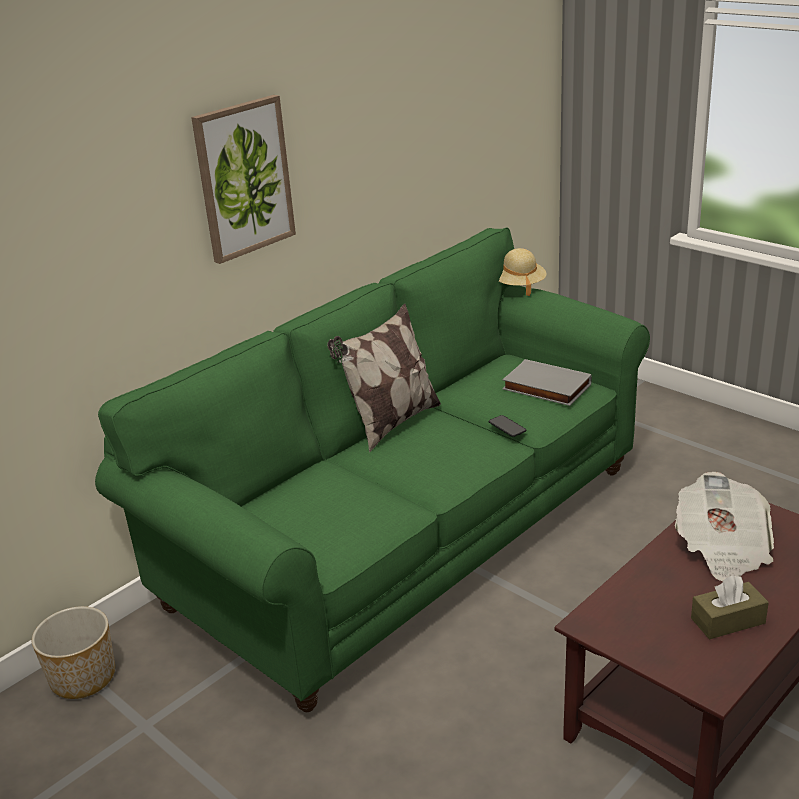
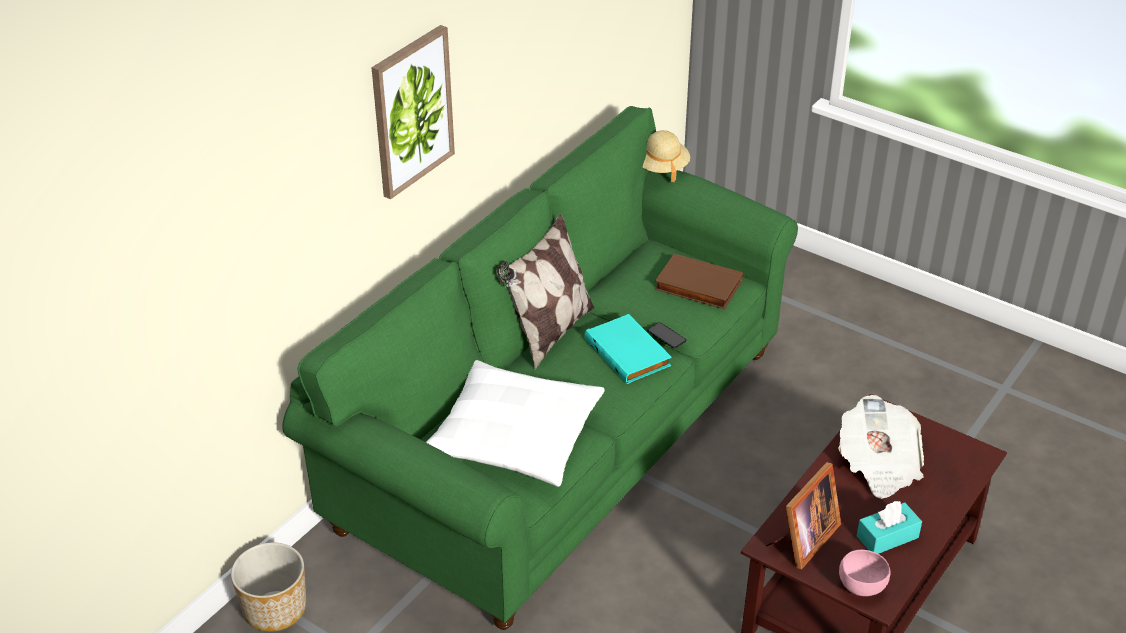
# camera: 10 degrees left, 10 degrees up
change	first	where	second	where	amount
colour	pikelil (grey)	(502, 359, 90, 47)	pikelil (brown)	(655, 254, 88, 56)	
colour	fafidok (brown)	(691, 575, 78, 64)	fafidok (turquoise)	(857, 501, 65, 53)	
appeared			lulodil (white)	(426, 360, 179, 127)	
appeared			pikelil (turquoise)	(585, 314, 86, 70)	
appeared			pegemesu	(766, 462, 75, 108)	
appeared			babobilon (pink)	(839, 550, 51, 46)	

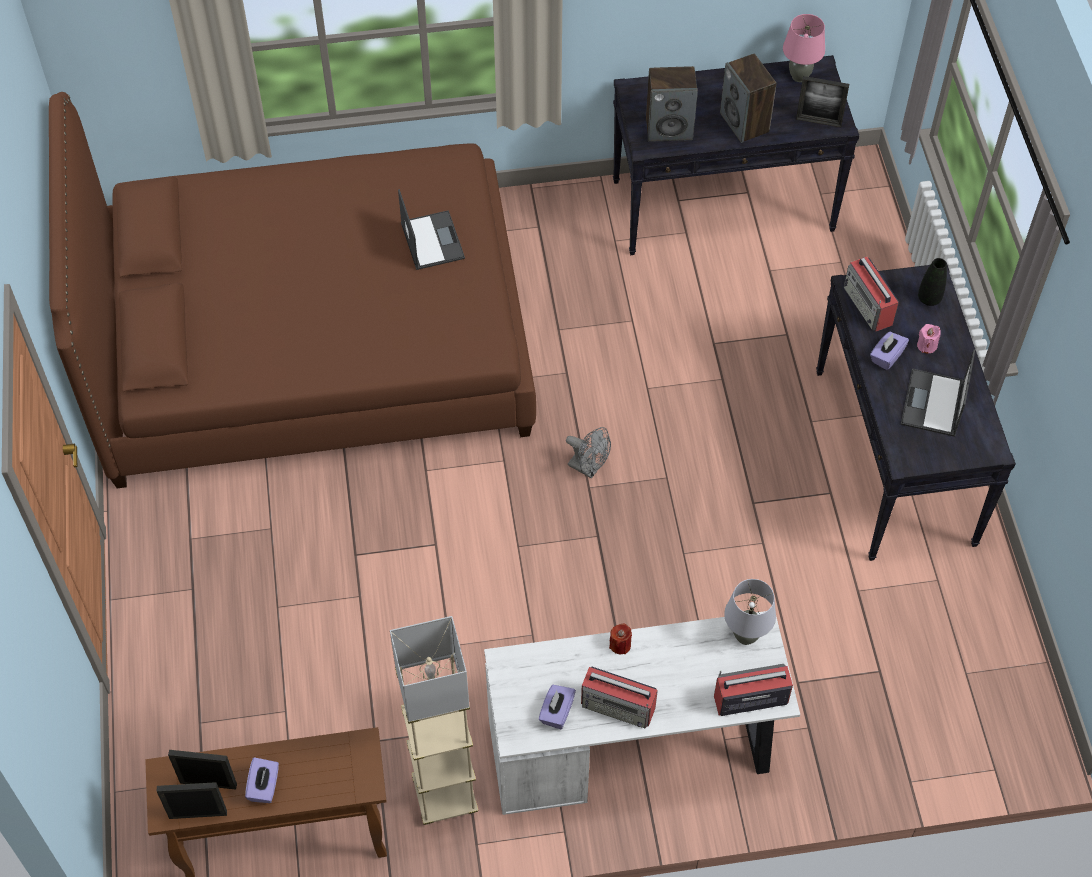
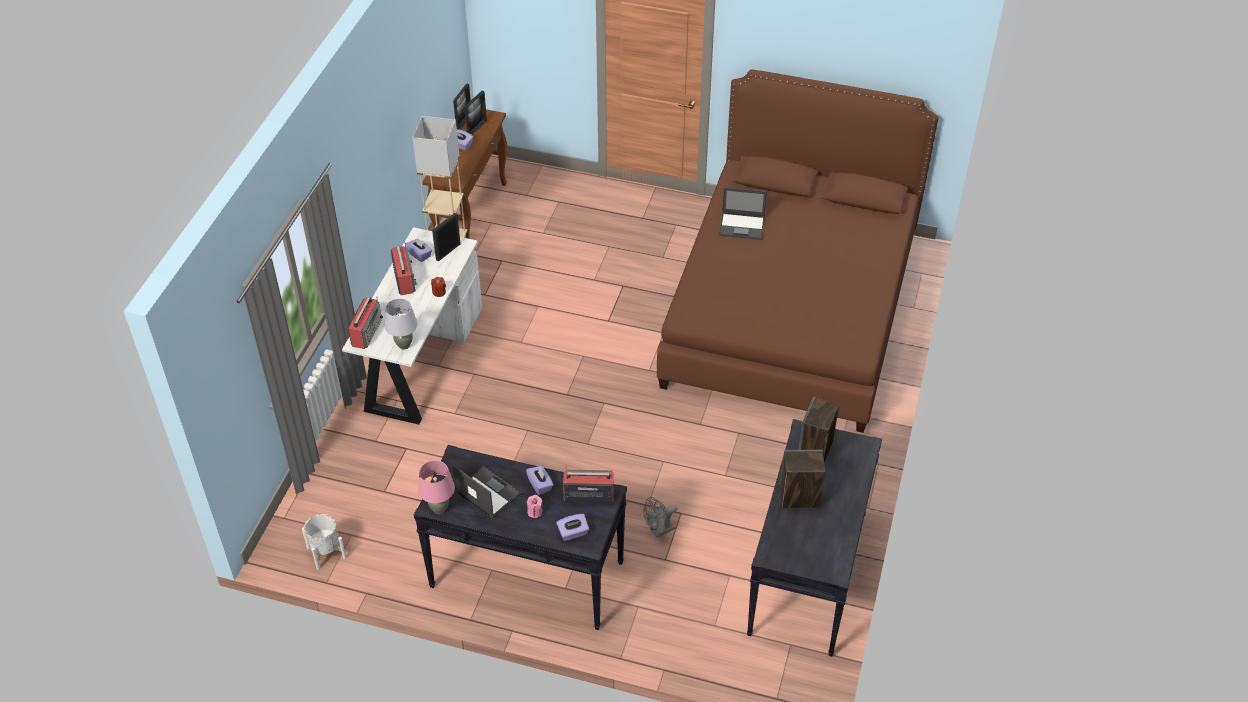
# camera: 115 degrees right, 10 degrees down
change	first	where	second	where	amount
relocated	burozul	(398, 189, 67, 81)		(719, 187, 48, 53)	
relocated	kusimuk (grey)	(566, 427, 45, 52)		(643, 497, 35, 41)	
spun	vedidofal	(581, 667, 77, 61)		(391, 242, 26, 53)	120 degrees clockwise
relocated	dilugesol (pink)	(783, 14, 42, 68)		(418, 460, 37, 54)	
relocated	pegemesu	(796, 76, 53, 51)		(432, 213, 29, 49)	
exchanged	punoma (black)	(918, 258, 29, 48)	fafidok (purple)	(556, 514, 33, 27)	
appeared			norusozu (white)	(302, 514, 44, 56)	

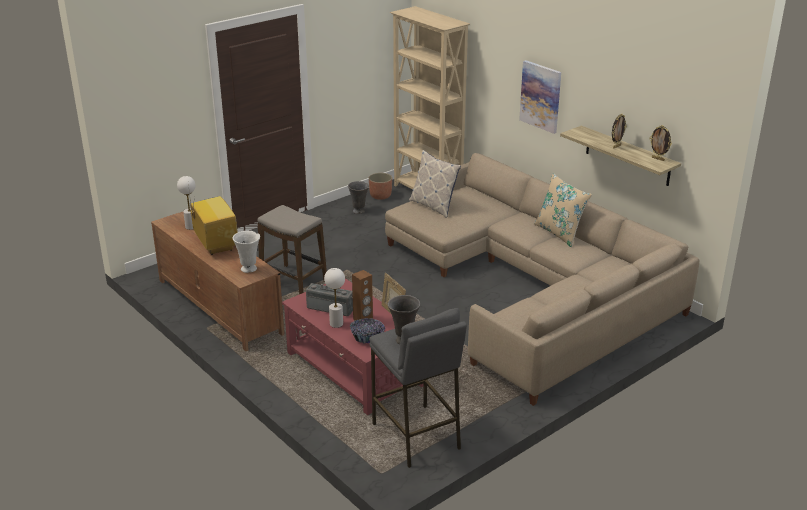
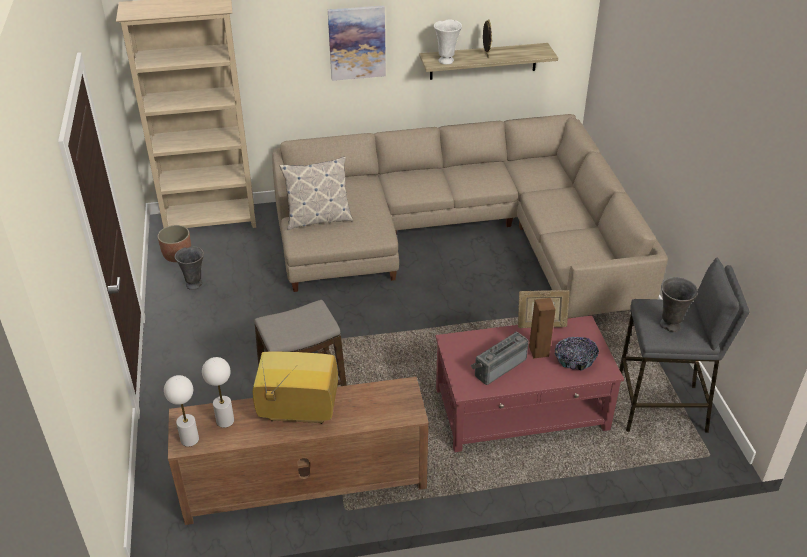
# camera: 60 degrees left, 10 degrees up
change	first	where	second	where	amount
relocated	punoma (white)	(232, 231, 28, 42)		(434, 19, 28, 45)	
relocated	dilugesol (white)	(324, 268, 21, 60)		(164, 375, 35, 72)	
missing	lulodil (beige)	(534, 173, 58, 74)			
missing	pegemesu	(650, 125, 22, 36)			

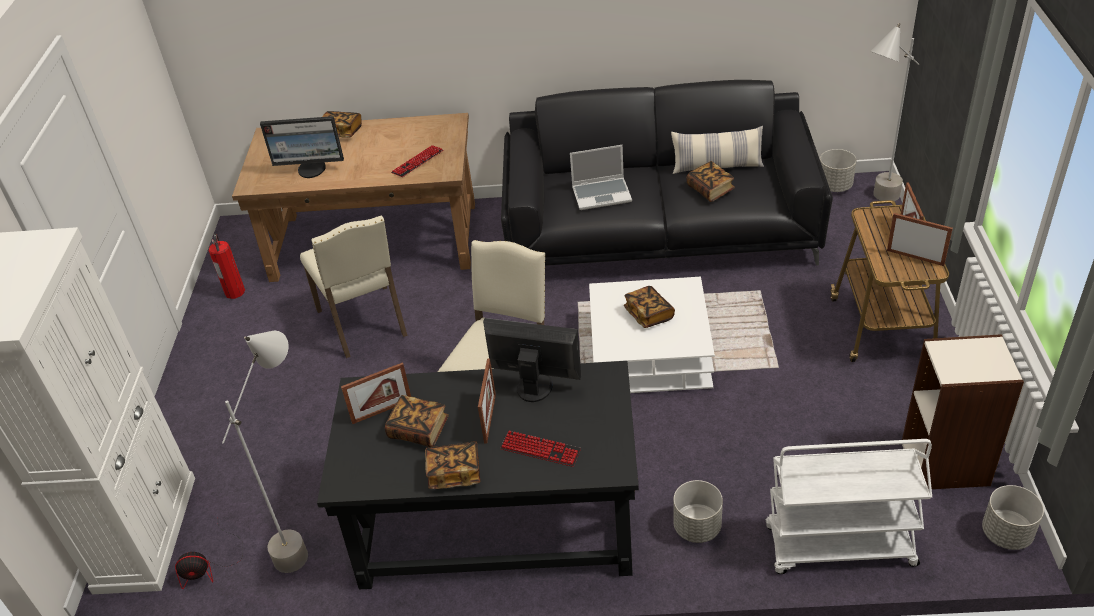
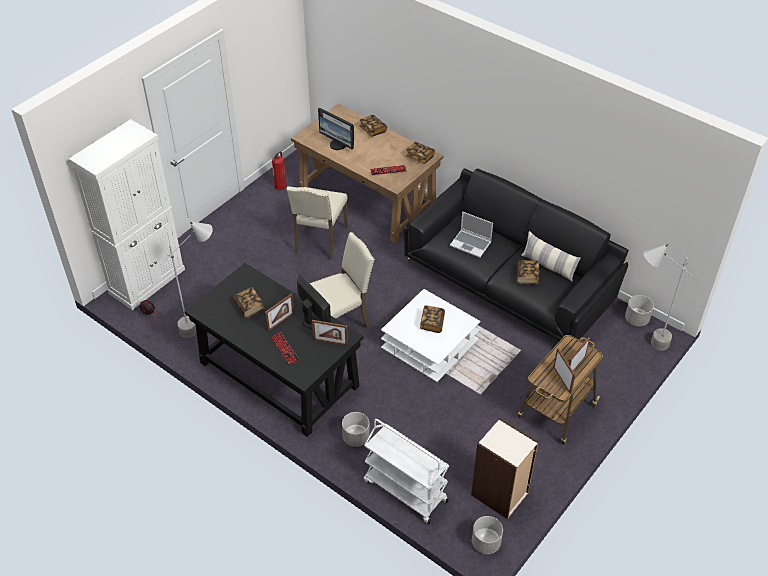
# camera: 35 degrees right, 5 degrees up
change	first	where	second	where	amount
relocated	pegemesu	(341, 362, 70, 62)		(312, 320, 36, 26)	
relocated	pikelil	(425, 441, 55, 48)		(406, 142, 29, 22)	

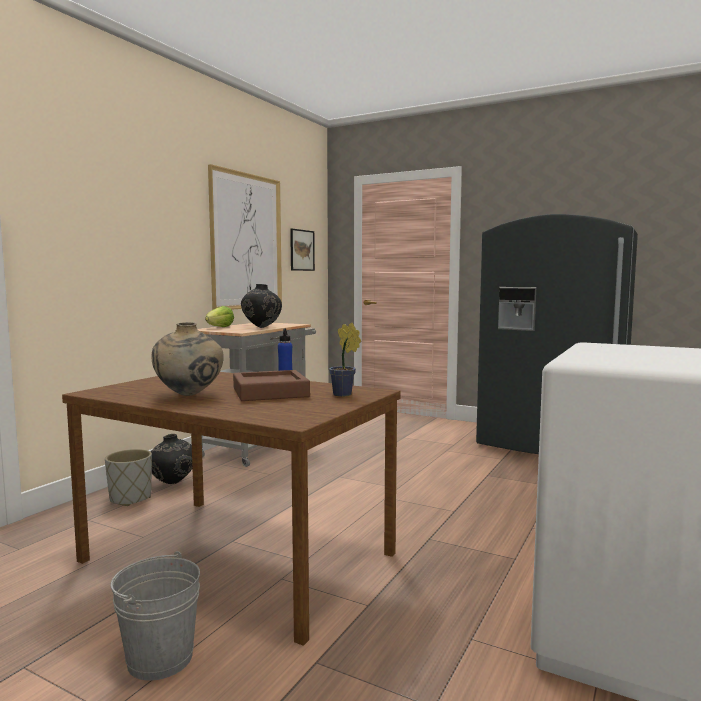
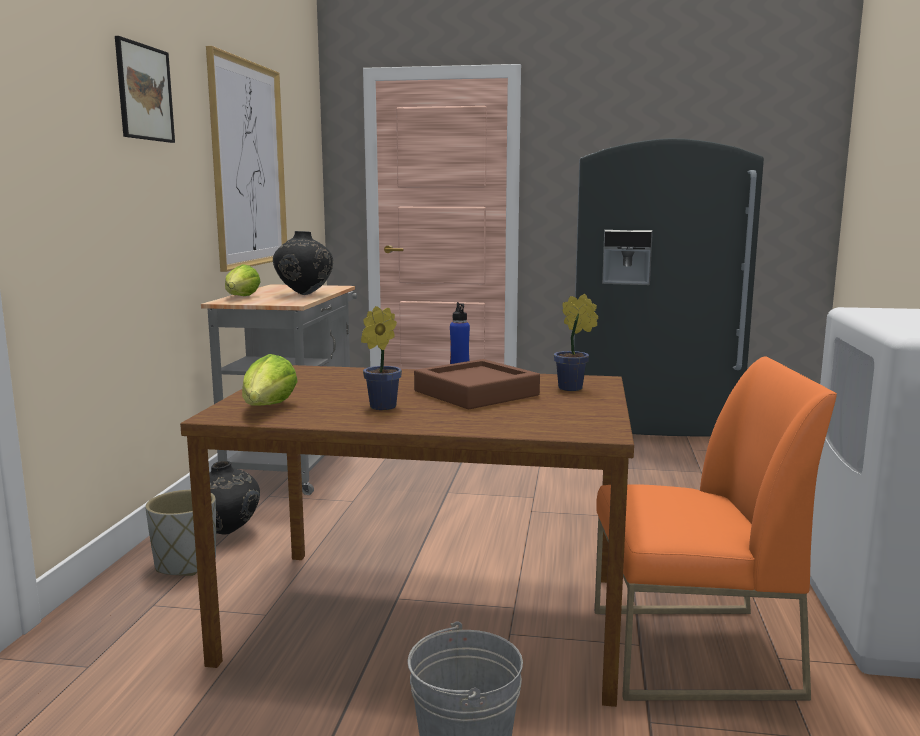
# camera: 20 degrees left, 5 degrees up
change	first	where	second	where	amount
exchanged	punoma (beige)	(151, 322, 72, 74)	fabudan	(361, 306, 41, 104)	
relocated	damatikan	(290, 229, 25, 42)		(115, 36, 60, 107)	
appeared			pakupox	(242, 354, 55, 52)	
appeared			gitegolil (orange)	(595, 357, 242, 344)	

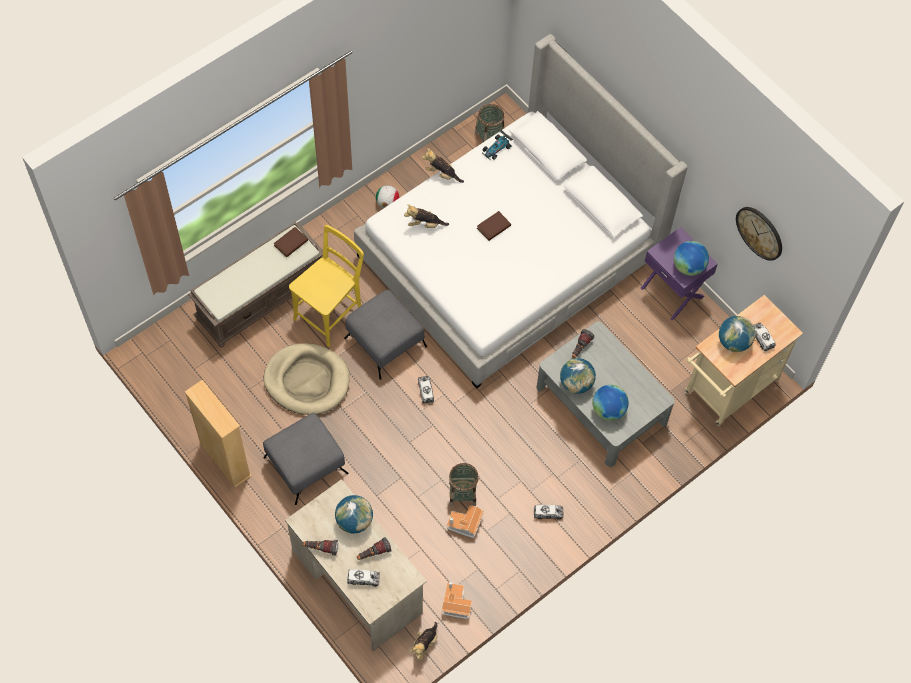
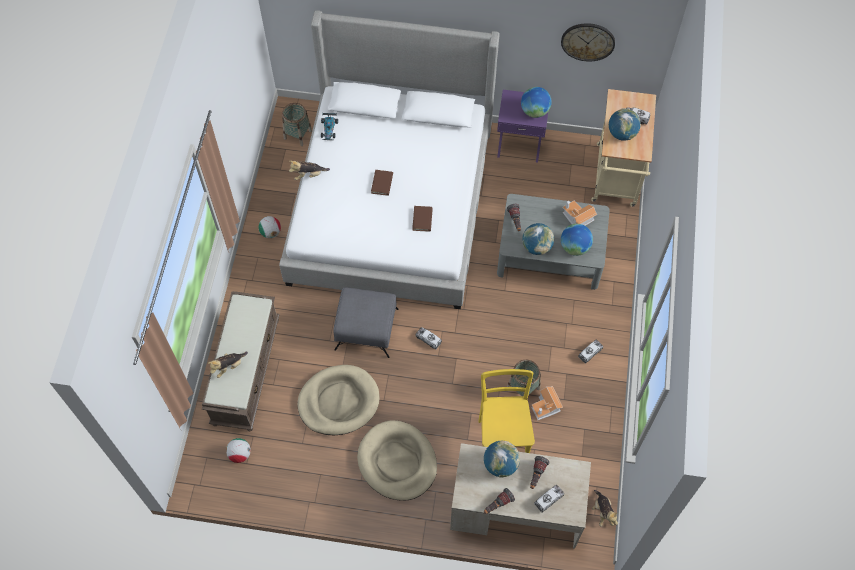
# camera: 40 degrees left, 0 degrees up
change	first	where	second	where	amount
missing	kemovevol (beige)	(185, 380, 67, 108)			
exchanged	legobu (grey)	(263, 413, 85, 92)	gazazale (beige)	(357, 420, 80, 81)	
relocated	pikelil (brown)	(274, 227, 34, 30)		(412, 206, 21, 26)	
relocated	gitegolil (yellow)	(289, 225, 75, 122)		(478, 369, 57, 84)	
relocated	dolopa	(404, 204, 45, 24)		(208, 351, 40, 27)	
relocated	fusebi	(442, 581, 30, 38)		(562, 201, 35, 25)	
appeared			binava	(226, 438, 25, 25)	

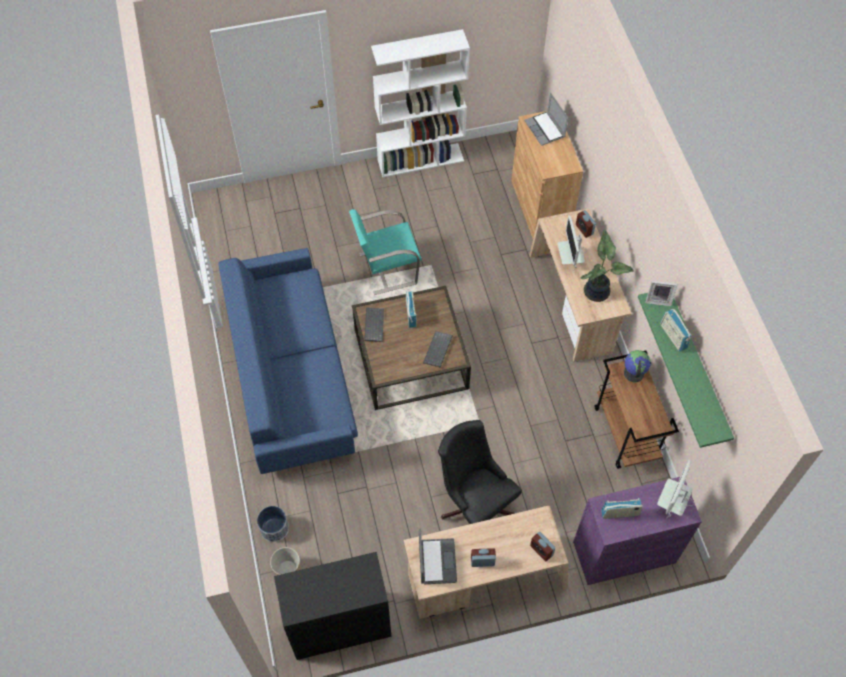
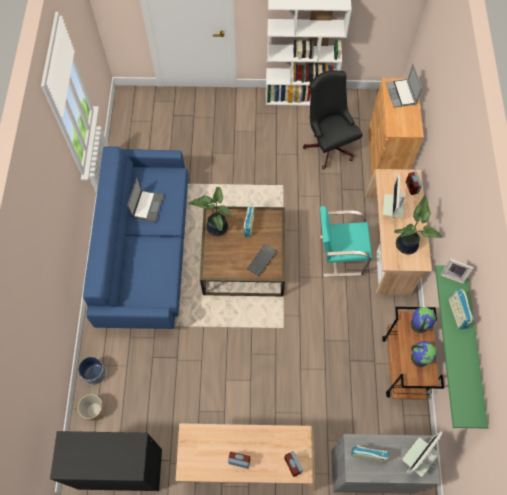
# camera: 15 degrees right, 5 degrees up
change	first	where	second	where	amount
relocated	gitegolil (turquoise)	(349, 209, 72, 86)		(320, 206, 52, 71)	
exchanged	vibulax	(364, 307, 20, 35)	fabudan	(188, 187, 45, 49)	
relocated	burozul	(419, 529, 38, 55)		(127, 178, 37, 44)	
relocated	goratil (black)	(438, 420, 84, 104)		(303, 70, 60, 99)	
colour	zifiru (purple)	(573, 477, 129, 108)	zifiru (grey)	(331, 434, 109, 60)	
appeared			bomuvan	(411, 341, 26, 26)	

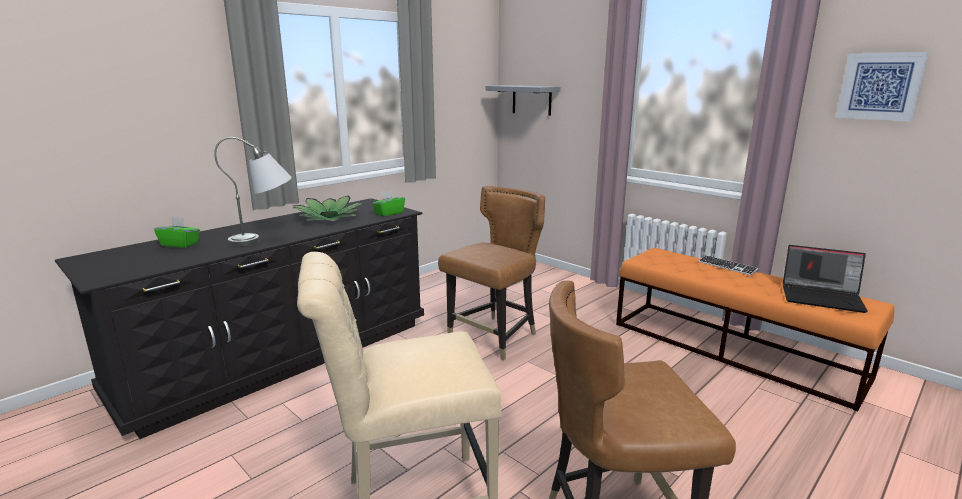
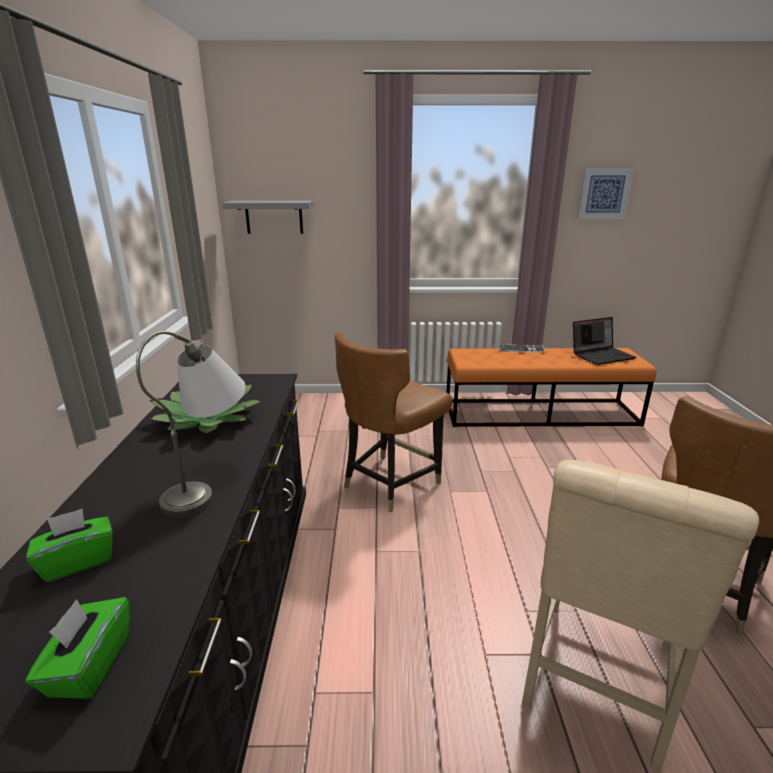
# camera: 45 degrees left, 5 degrees up
change	first	where	second	where	amount
relocated	fafidok (green)	(372, 190, 33, 27)		(25, 597, 105, 102)	
spun	gitegolil (brown)	(438, 186, 107, 174)		(335, 332, 117, 180)	135 degrees counterclockwise

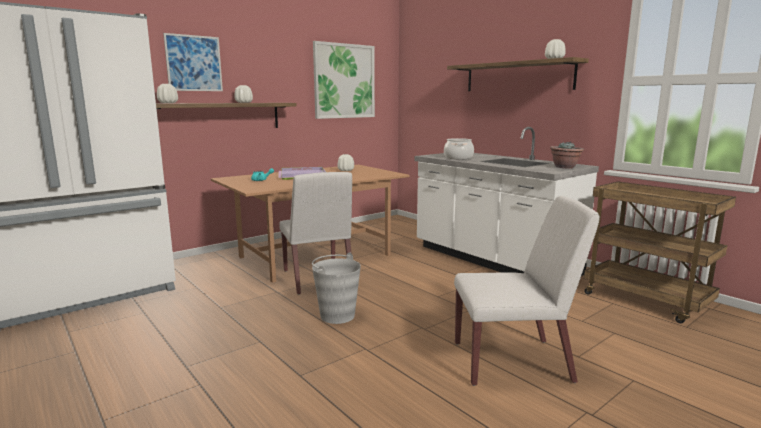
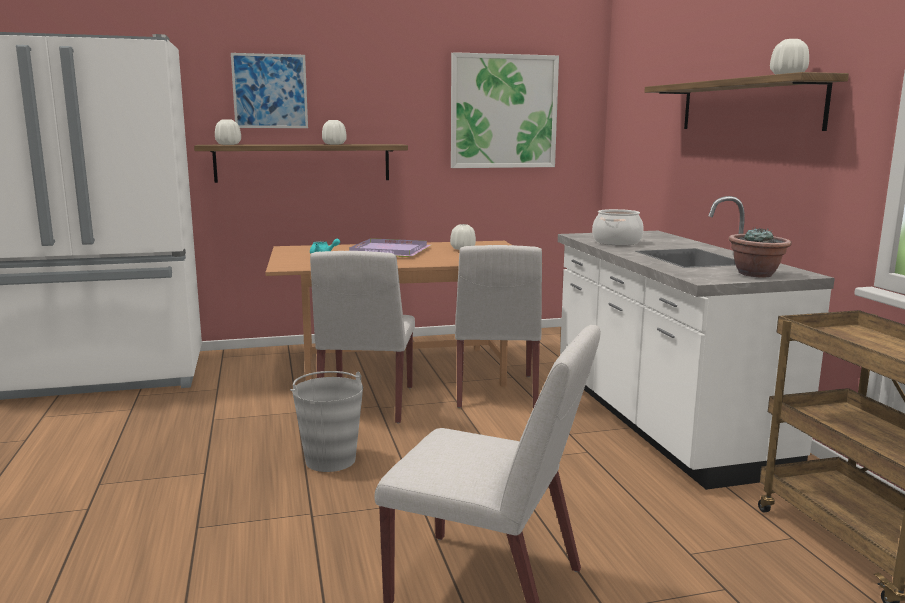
# camera: 25 degrees right, 0 degrees up
change	first	where	second	where	amount
appeared			gitegolil (white)	(455, 245, 87, 163)	

